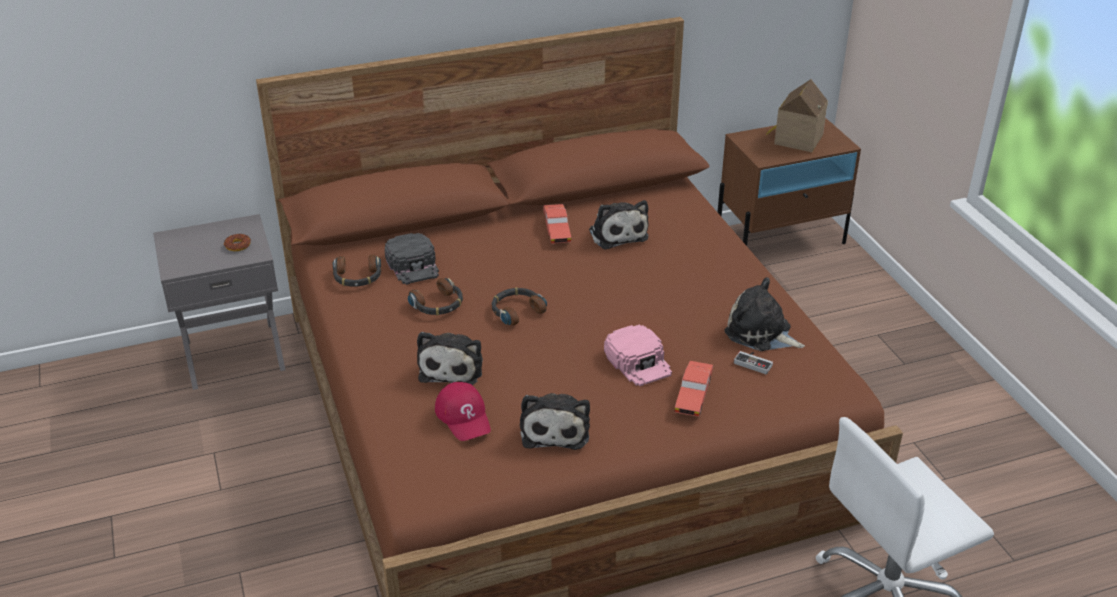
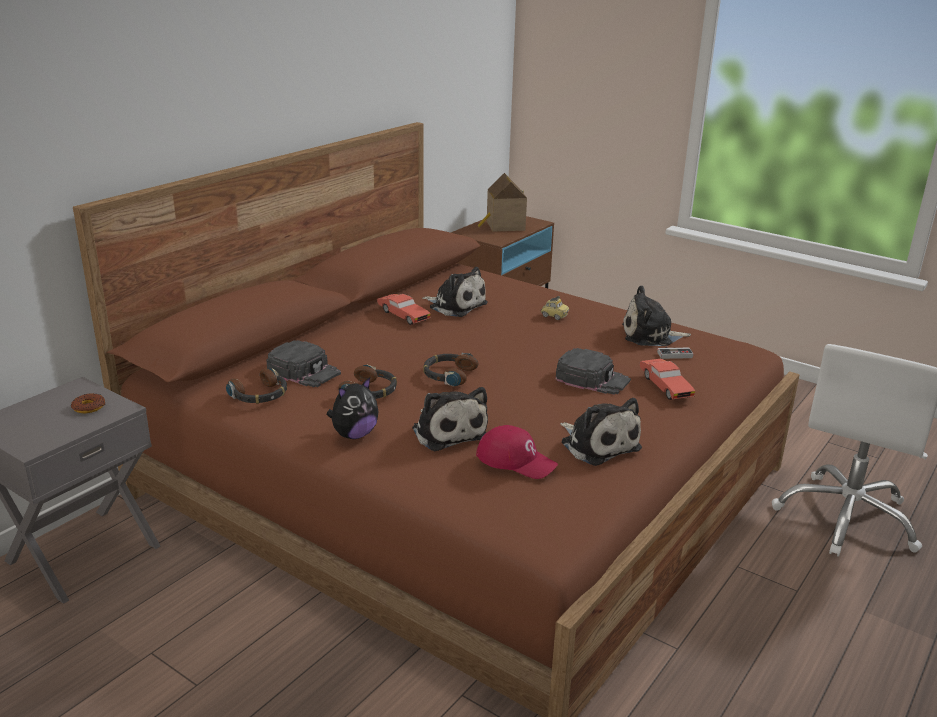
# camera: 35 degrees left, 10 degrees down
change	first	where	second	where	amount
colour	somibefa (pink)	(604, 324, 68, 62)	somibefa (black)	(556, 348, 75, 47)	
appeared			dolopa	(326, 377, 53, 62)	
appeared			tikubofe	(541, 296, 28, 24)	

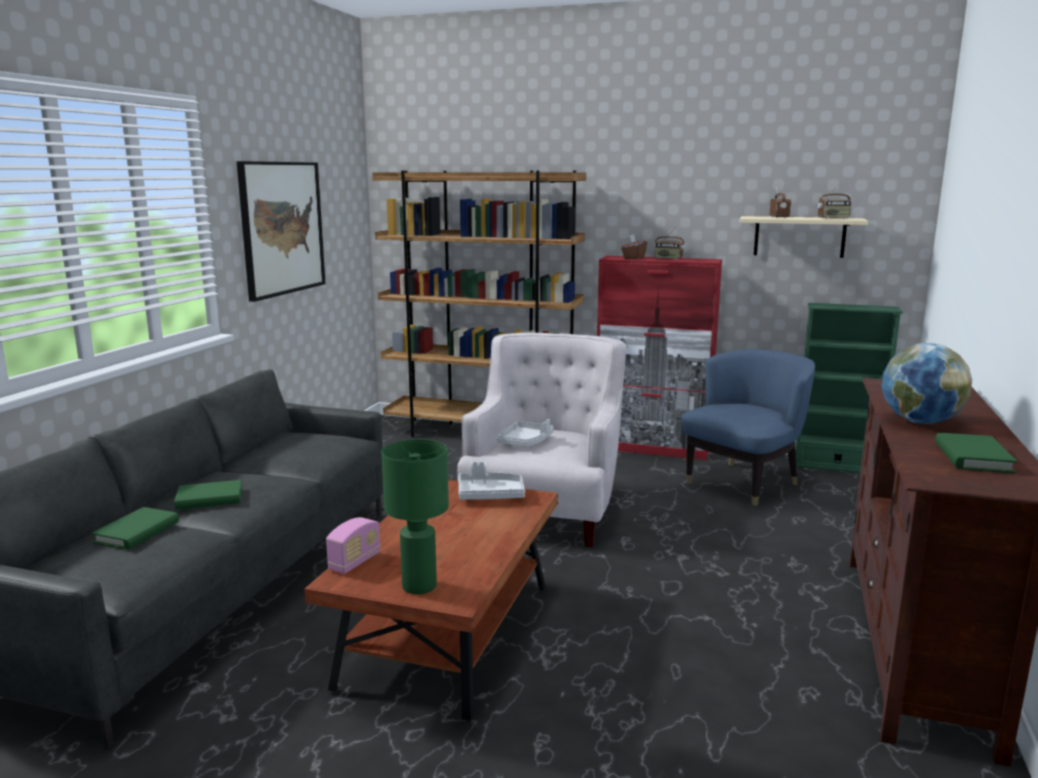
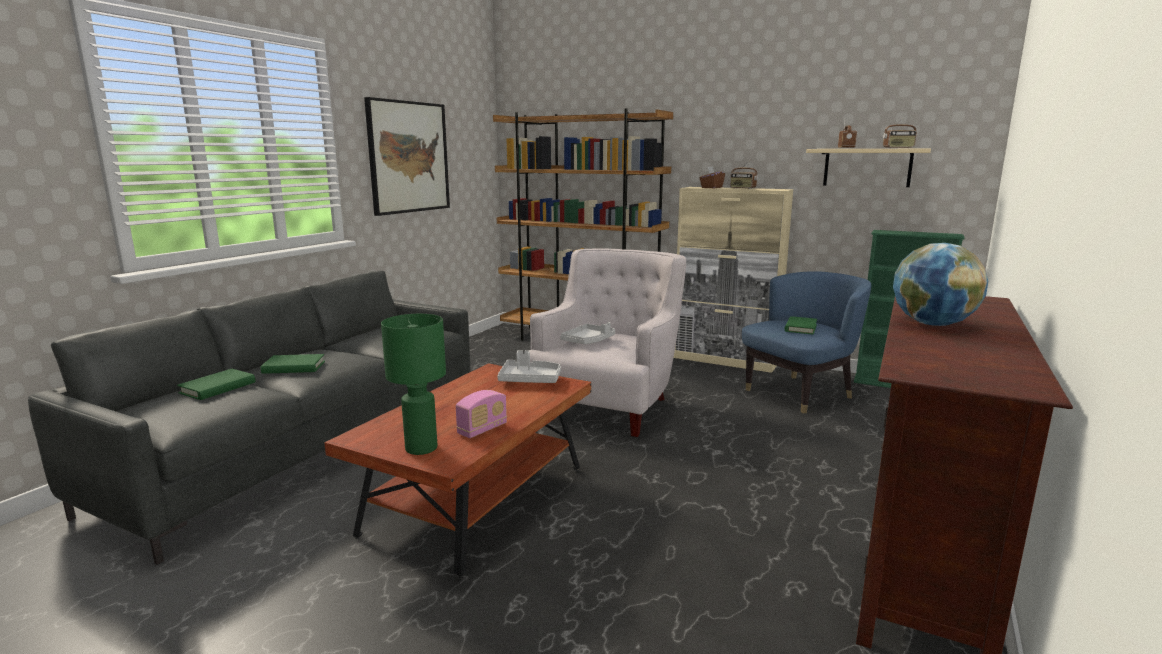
# camera: 10 degrees right, 0 degrees up
change	first	where	second	where	amount
relocated	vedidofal	(326, 517, 55, 57)		(456, 390, 51, 48)	
colour	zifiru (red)	(597, 256, 125, 204)	zifiru (beige)	(673, 187, 120, 186)	
relocated	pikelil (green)	(935, 433, 83, 40)		(785, 316, 32, 19)	

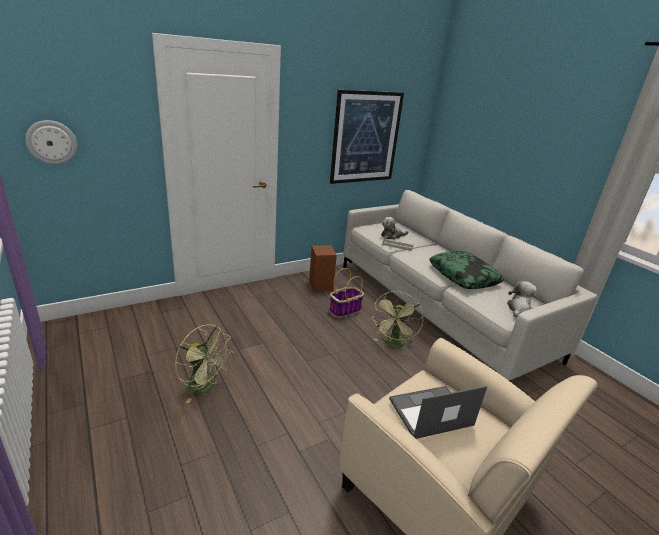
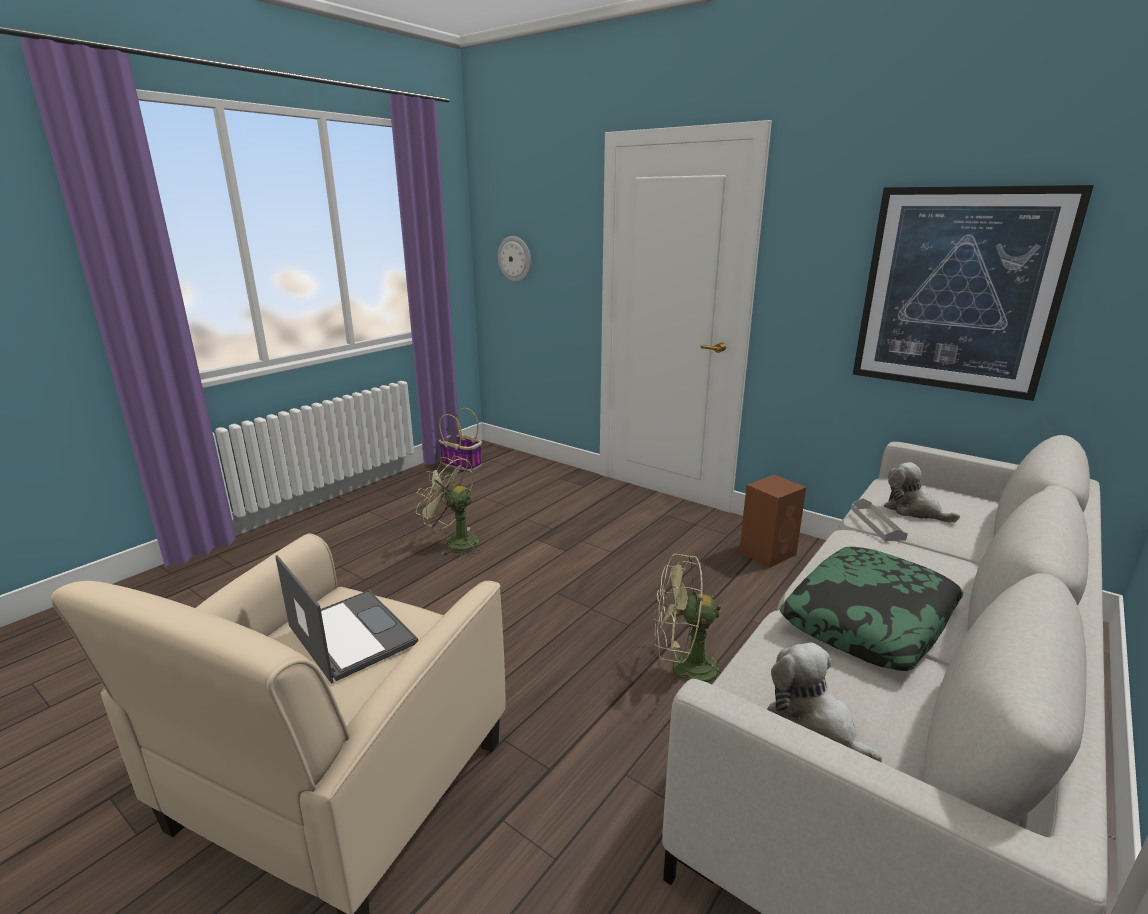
# camera: 70 degrees right, 5 degrees down
change	first	where	second	where	amount
spun	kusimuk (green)	(175, 325, 58, 78)		(416, 456, 64, 101)	105 degrees clockwise
relocated	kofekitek	(329, 268, 35, 50)		(439, 408, 43, 63)	
spun	dolopa	(507, 281, 30, 36)		(767, 642, 115, 120)	135 degrees counterclockwise

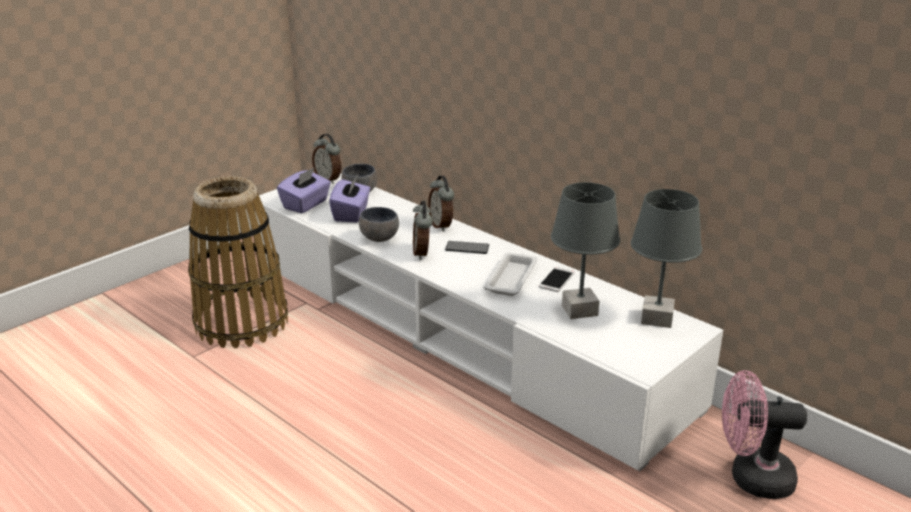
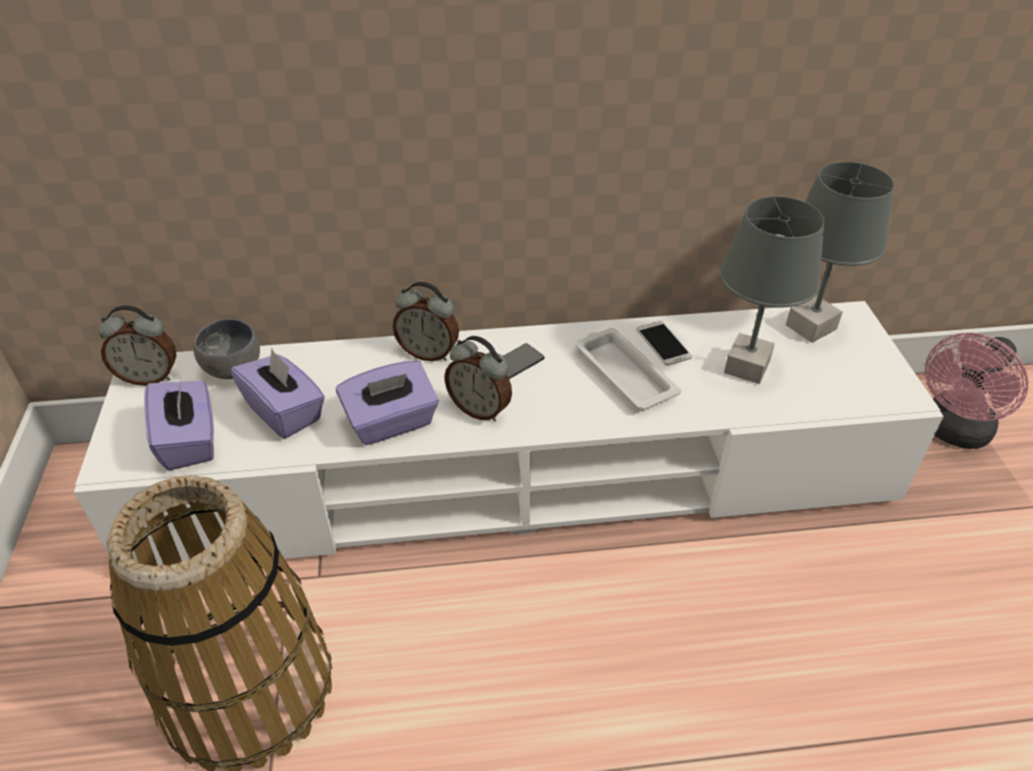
# camera: 50 degrees left, 15 degrees up
change	first	where	second	where	amount
exchanged	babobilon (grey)	(359, 207, 40, 35)	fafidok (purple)	(336, 361, 103, 84)	

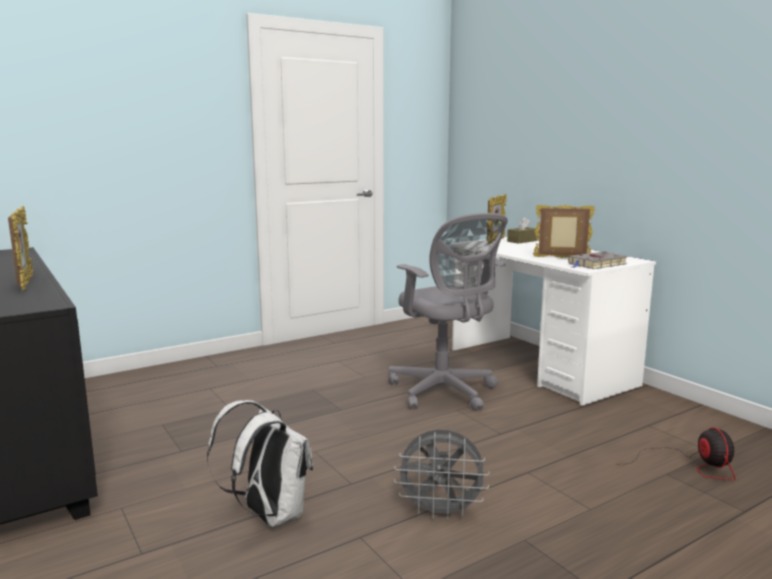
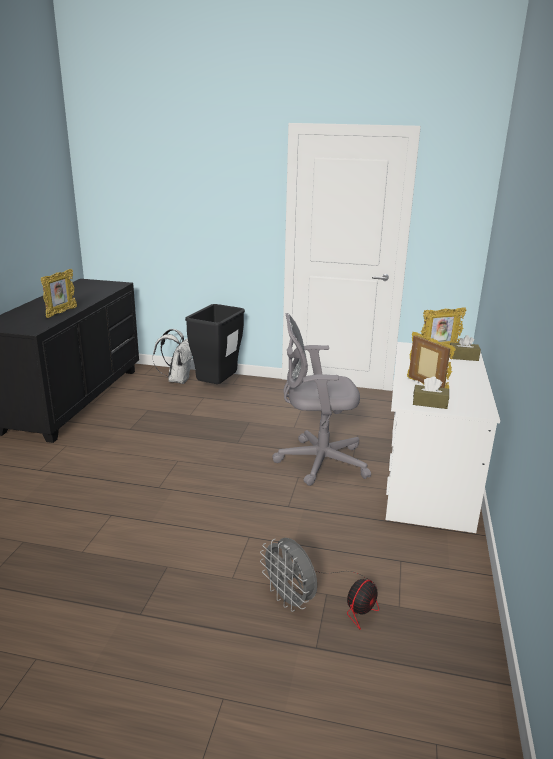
# camera: 45 degrees right, 10 degrees up
change	first	where	second	where	amount
relocated	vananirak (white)	(207, 400, 106, 127)		(153, 329, 39, 55)	
spun	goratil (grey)	(388, 213, 120, 198)		(273, 313, 98, 173)	75 degrees clockwise
relocated	kusimuk (grey)	(394, 429, 96, 92)		(260, 538, 57, 74)	
exchanged	pikelil (grey)	(568, 252, 60, 17)	fafidok (brown)	(413, 376, 36, 33)	
appeared			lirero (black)	(185, 304, 60, 80)	

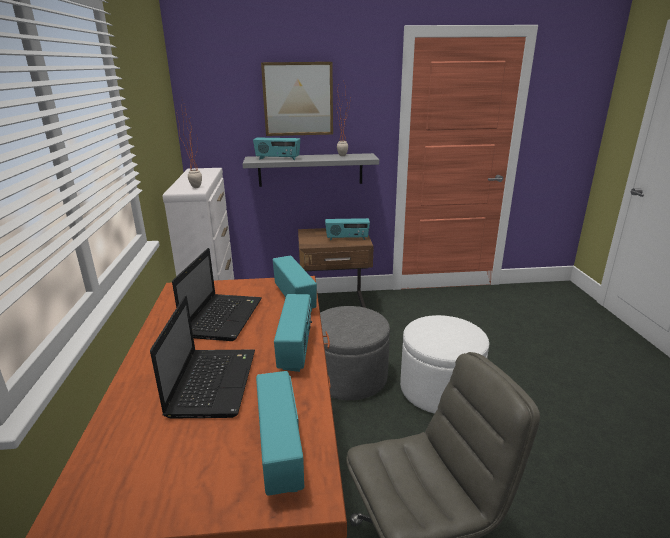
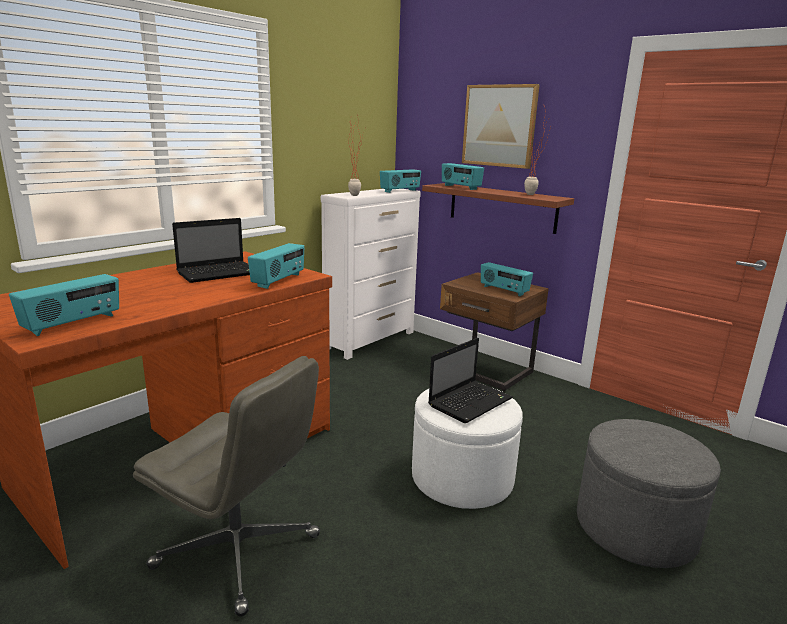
# camera: 45 degrees right, 5 degrees down
change	first	where	second	where	amount
relocated	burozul	(150, 296, 105, 123)		(428, 338, 85, 85)	
colour	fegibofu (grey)	(242, 153, 137, 34)	fegibofu (brown)	(422, 183, 152, 51)	
relocated	vedidofal	(274, 294, 38, 78)		(380, 169, 41, 24)	
relocated	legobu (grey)	(320, 306, 70, 94)		(577, 419, 144, 149)	

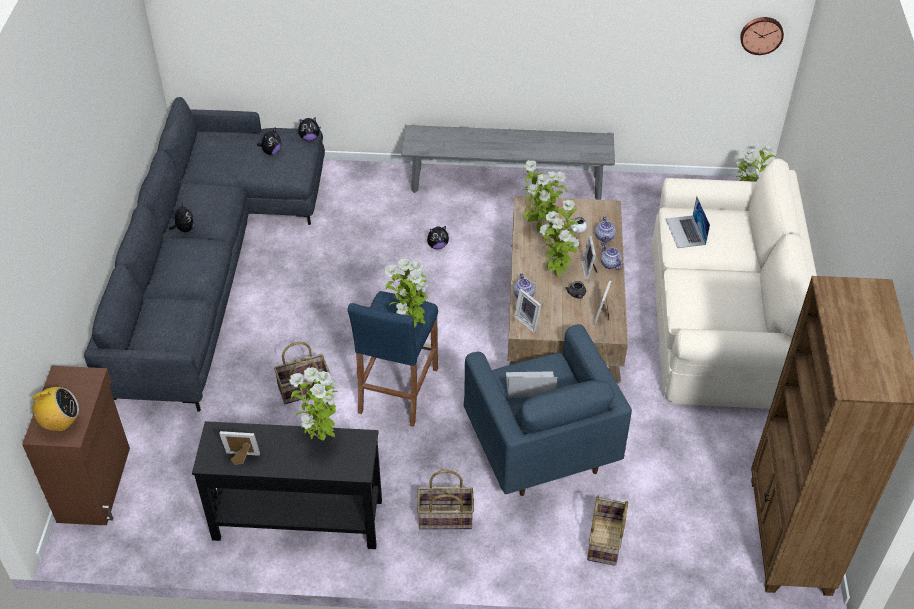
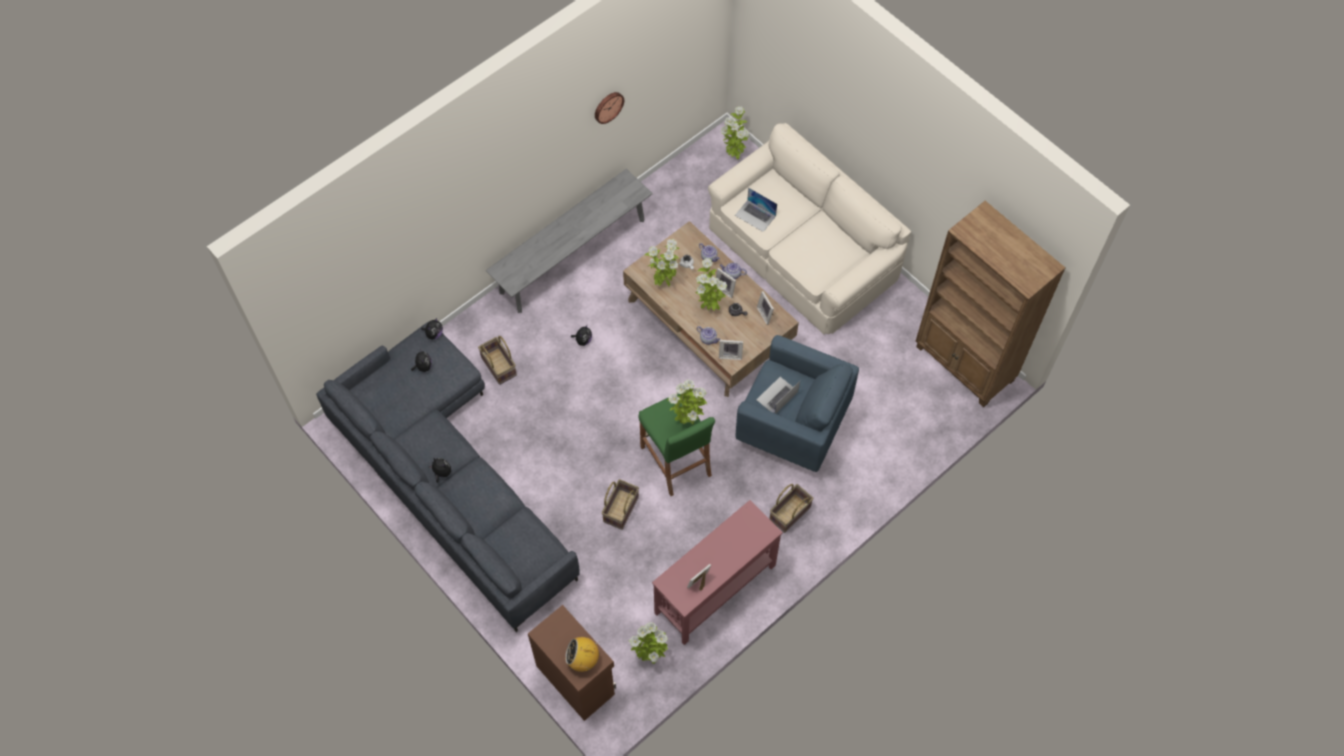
# camera: 45 degrees left, 15 degrees up
change	first	where	second	where	amount
spun	vedidofal	(28, 387, 51, 45)		(565, 637, 34, 35)	120 degrees counterclockwise
colour	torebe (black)	(192, 421, 190, 128)	torebe (red)	(652, 500, 131, 145)	
relocated	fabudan	(289, 367, 49, 73)		(629, 622, 39, 42)	
colour	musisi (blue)	(348, 291, 90, 136)	musisi (green)	(638, 394, 77, 102)	
relocated	kofekitek	(587, 496, 41, 70)		(478, 336, 39, 49)	
relocated	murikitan	(740, 17, 44, 38)		(595, 92, 29, 32)	

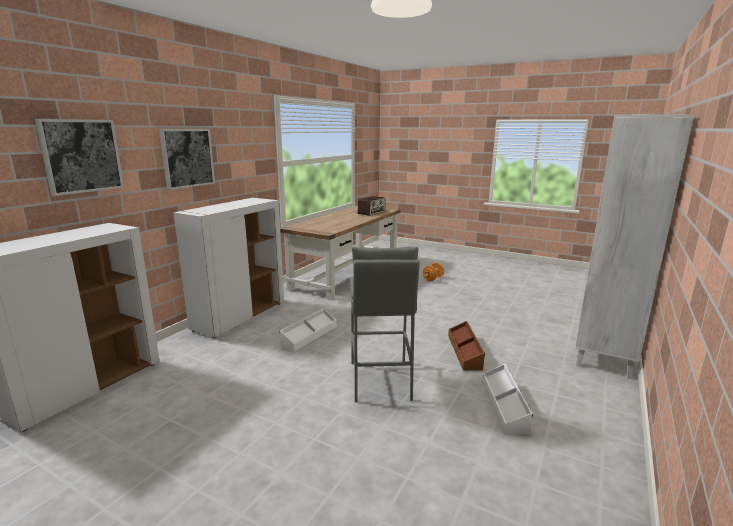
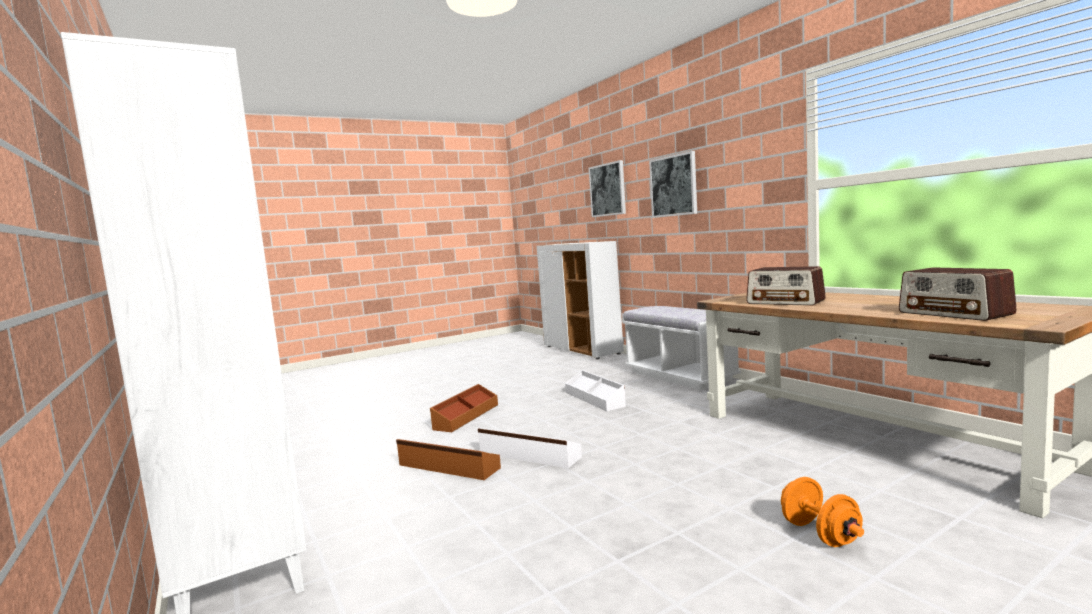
# camera: 120 degrees right, 10 degrees down
change	first	where	second	where	amount
exchanged	zifiru (white)	(174, 198, 110, 140)	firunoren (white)	(622, 306, 119, 84)	
exchanged	musisi (grey)	(350, 247, 70, 155)	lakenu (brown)	(430, 384, 68, 48)	
relocated	lakenu (white)	(482, 364, 51, 71)		(478, 428, 104, 40)	
appeared			vedidofal	(746, 266, 80, 40)	

